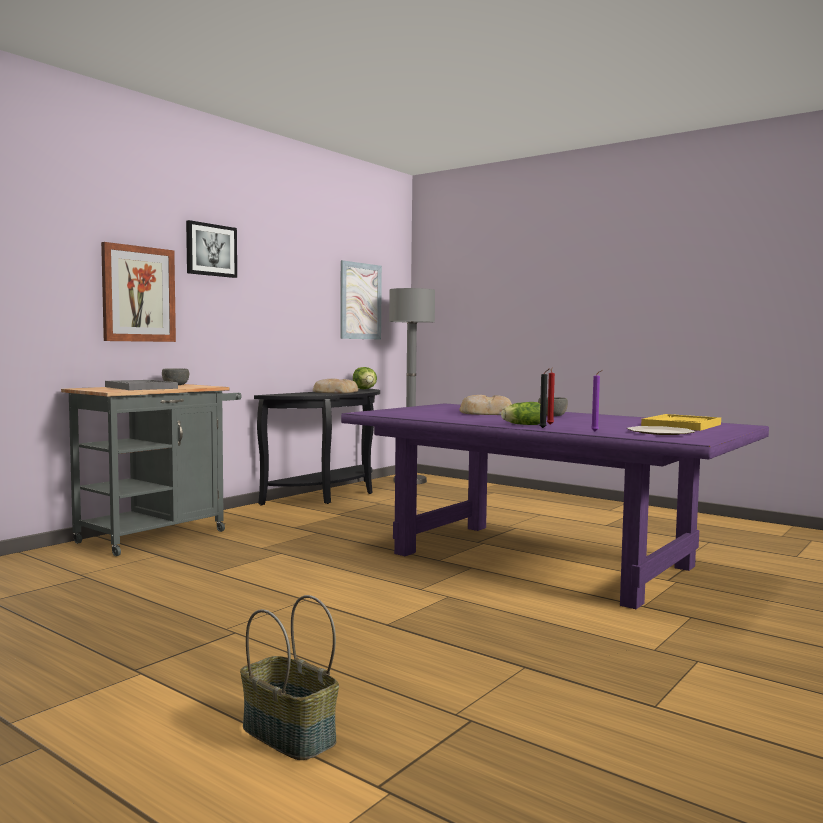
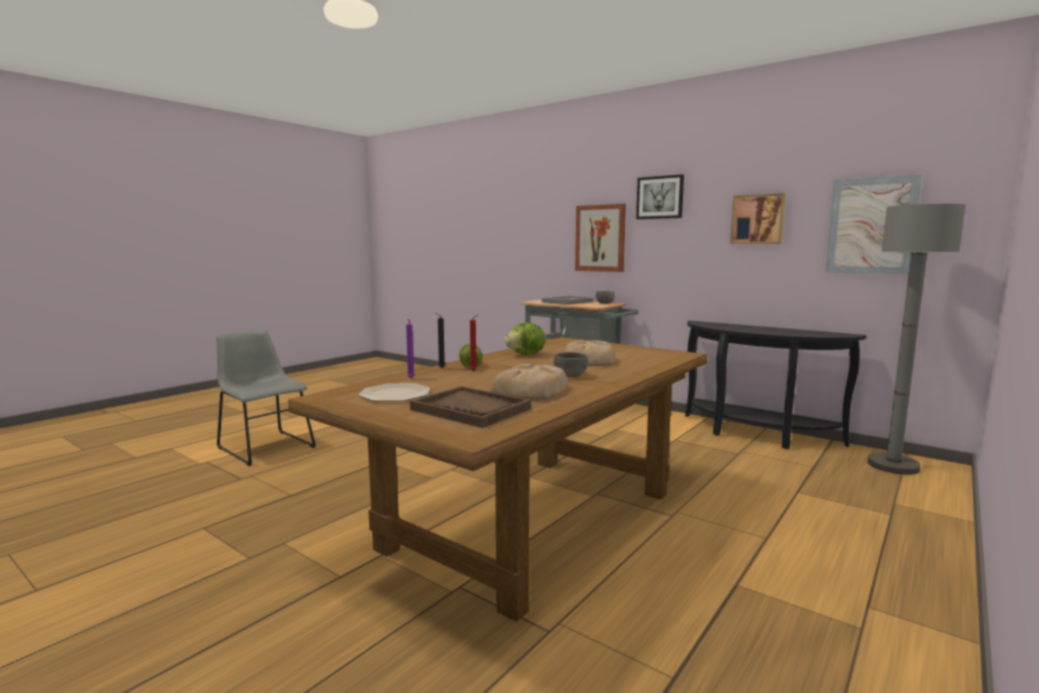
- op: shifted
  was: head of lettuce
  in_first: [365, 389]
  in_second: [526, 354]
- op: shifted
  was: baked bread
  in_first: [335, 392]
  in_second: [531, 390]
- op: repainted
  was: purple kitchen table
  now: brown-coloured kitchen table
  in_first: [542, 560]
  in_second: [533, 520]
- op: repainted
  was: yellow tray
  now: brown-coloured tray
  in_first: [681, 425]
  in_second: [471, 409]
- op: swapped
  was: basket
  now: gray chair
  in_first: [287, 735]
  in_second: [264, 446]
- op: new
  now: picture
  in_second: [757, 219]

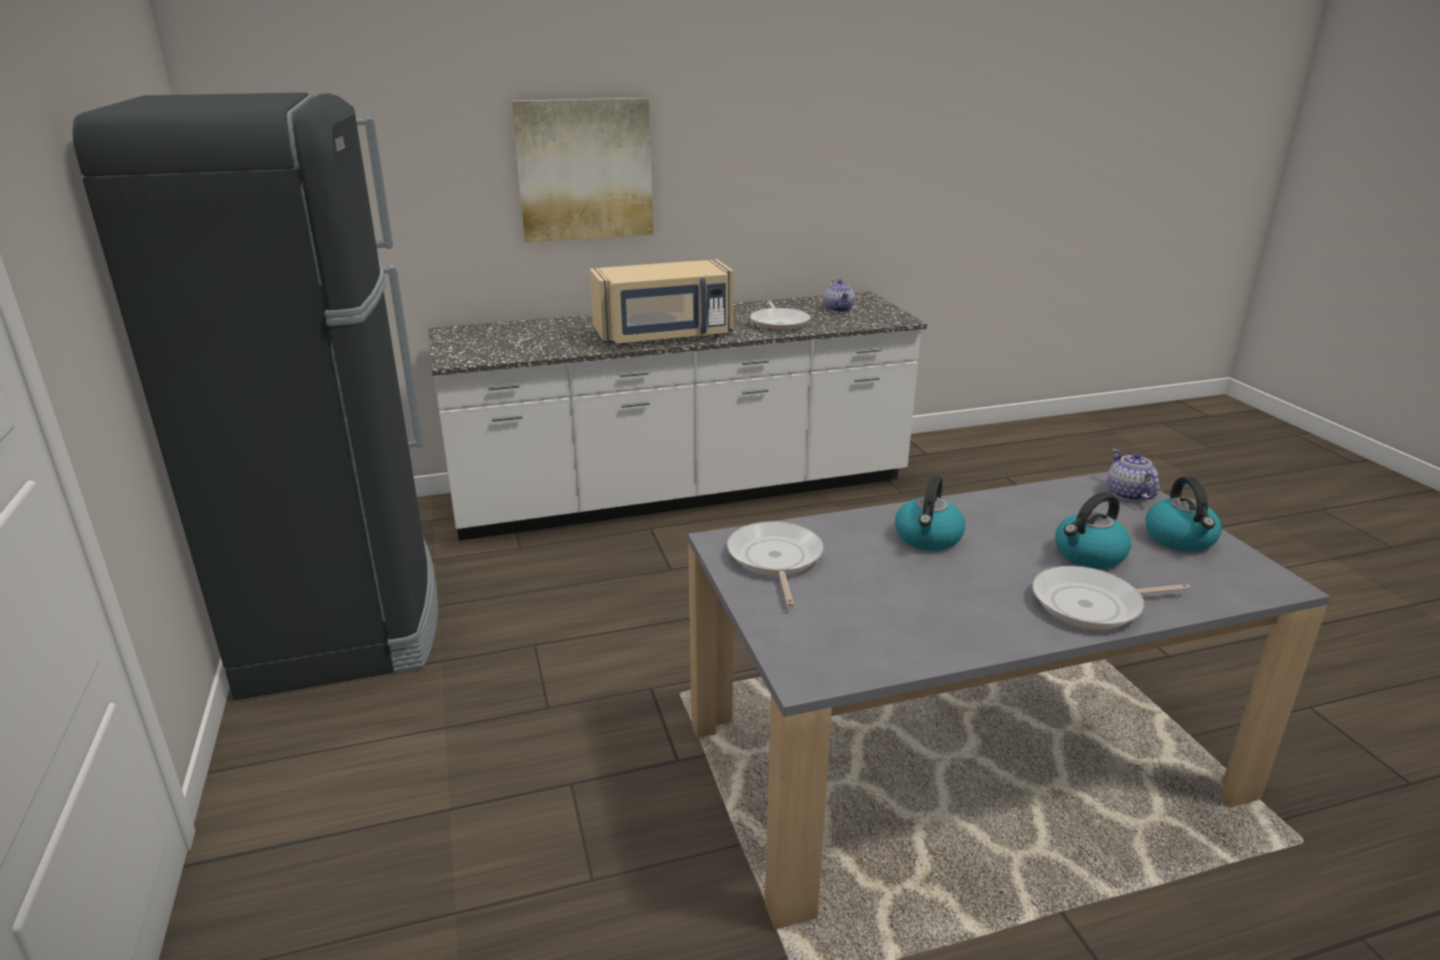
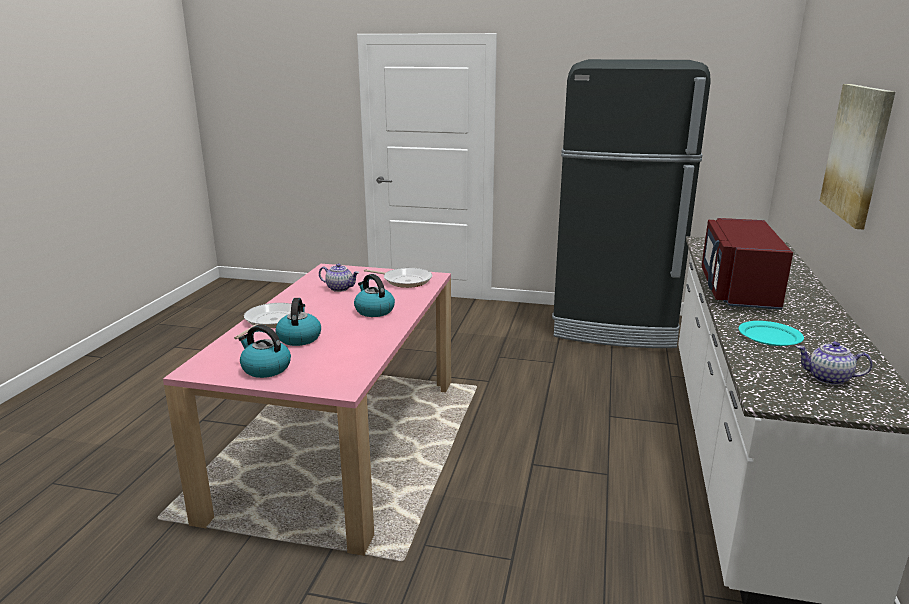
- op: repainted
  was: beige kitchen microwave
  now: red-coloured kitchen microwave
  in_first: [664, 336]
  in_second: [737, 290]
- op: swapped
  was: pan
  now: blue-green flat dish
  in_first: [779, 322]
  in_second: [770, 336]
- op: shifted
  was: pot for tea
  in_first: [1128, 494]
  in_second: [340, 288]
- op: repainted
  was: gray kitchen table
  now: pinkish kitchen table
  in_first: [962, 761]
  in_second: [341, 442]

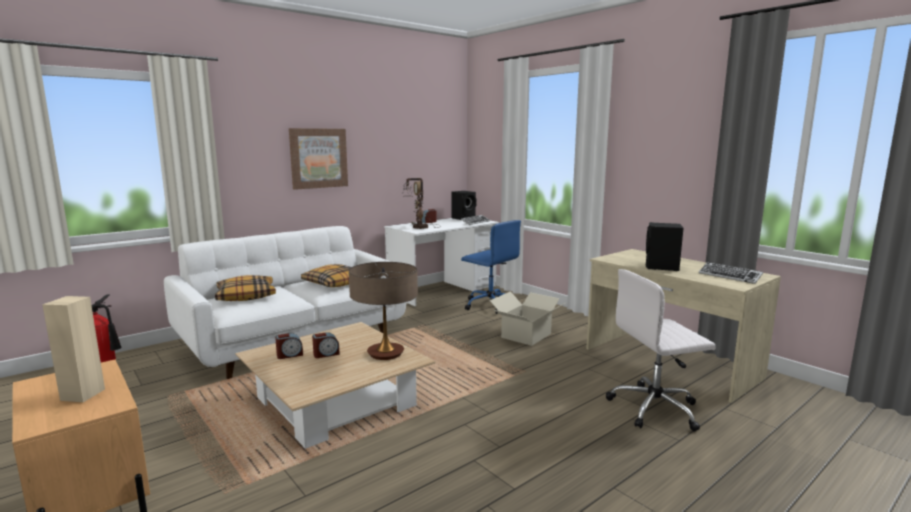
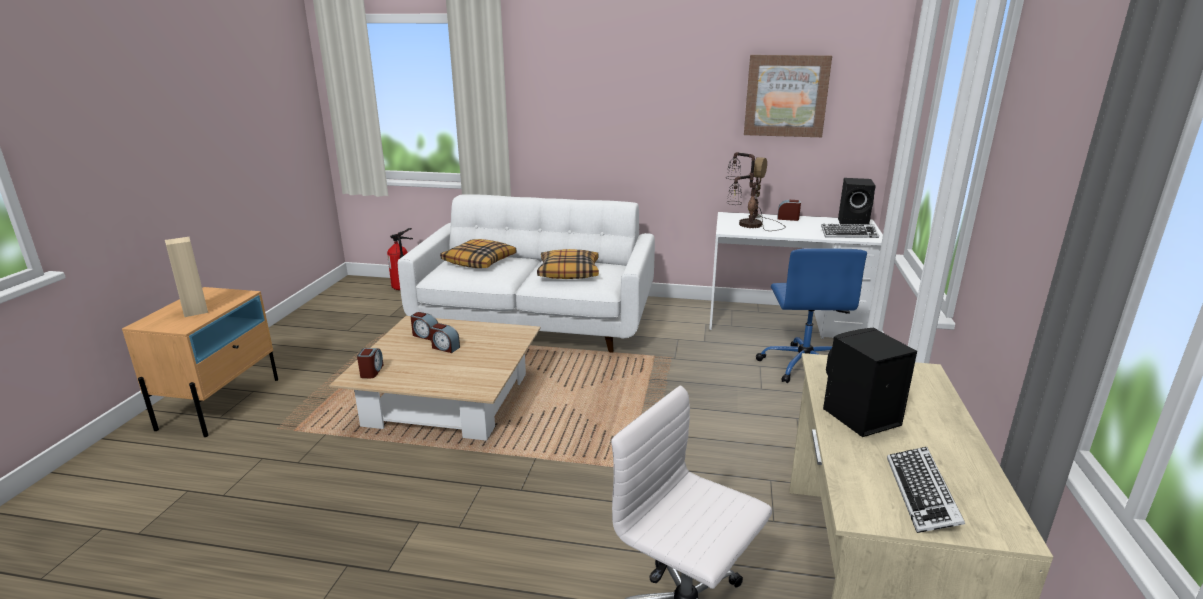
- op: shifted
  was: picture
  in_first: [318, 158]
  in_second: [786, 96]
- op: gone
  was: tabletop lamp
  in_first: [385, 353]
- op: gone
  was: carton
  in_first: [525, 335]
- op: new
  now: bedside clock
  in_second: [371, 371]

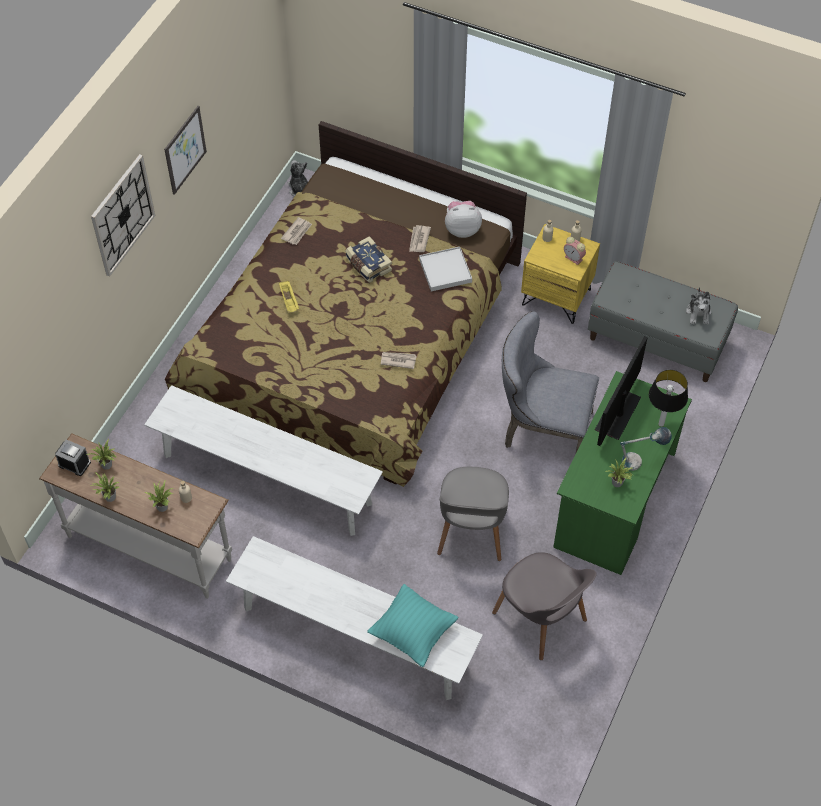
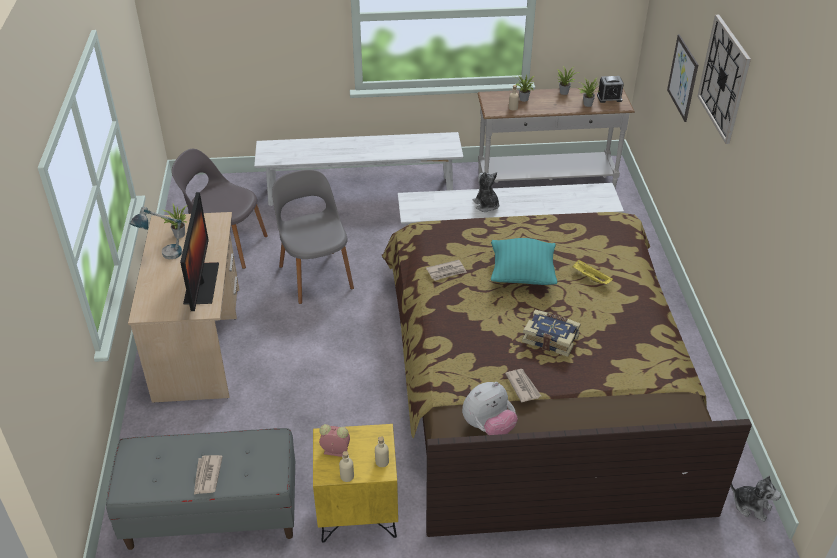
- op: shifted
  was: picture
  in_first: [185, 150]
  in_second: [682, 77]
- op: shifted
  was: printed paper
  in_first: [297, 232]
  in_second: [207, 476]
- op: gone
  was: white tray
  in_first: [445, 271]
- op: shifted
  was: soft toy
  in_first: [698, 313]
  in_second: [486, 205]
- op: gone
  was: gray chair
  in_first: [542, 430]
- op: gone
  was: tabletop lamp
  in_first: [660, 424]
- op: repainted
  was: green-coloured desk unit
  now: beige desk unit
  in_first: [614, 500]
  in_second: [198, 342]
- op: shifted
  was: blue-green throw pillow
  in_first: [413, 633]
  in_second: [522, 275]

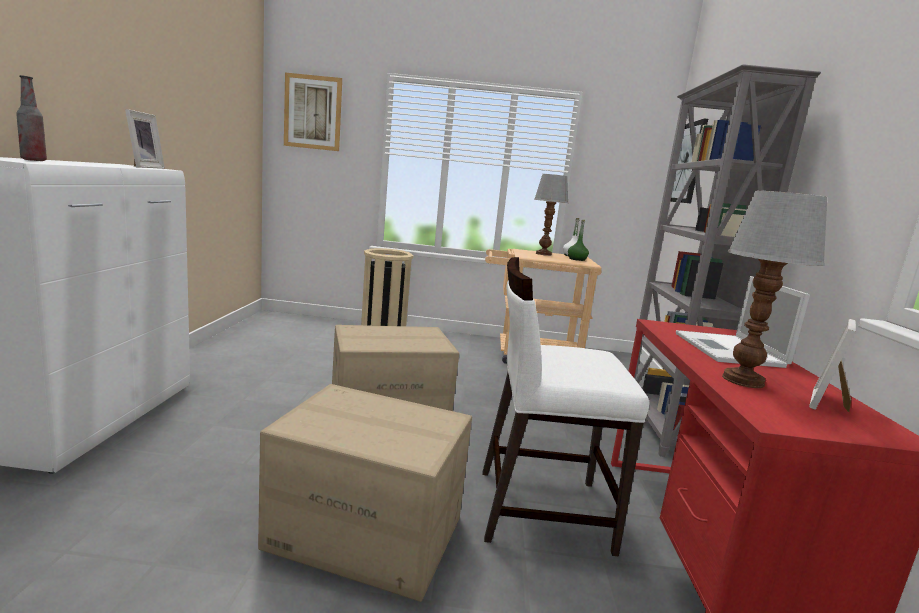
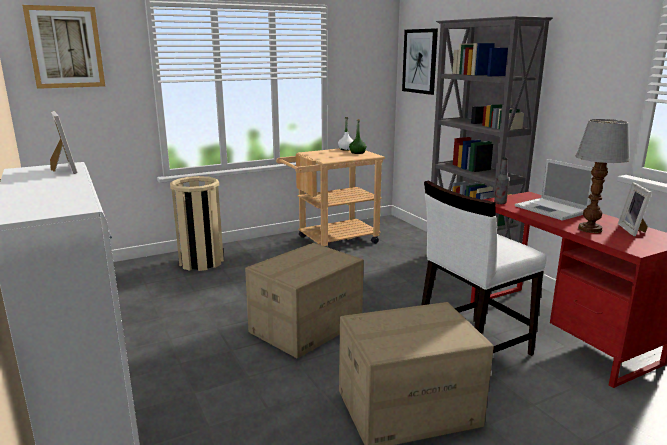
- op: shifted
  was: beverage bottle
  in_first: [33, 160]
  in_second: [500, 203]
- op: gone
  was: tabletop lamp
  in_first: [543, 254]

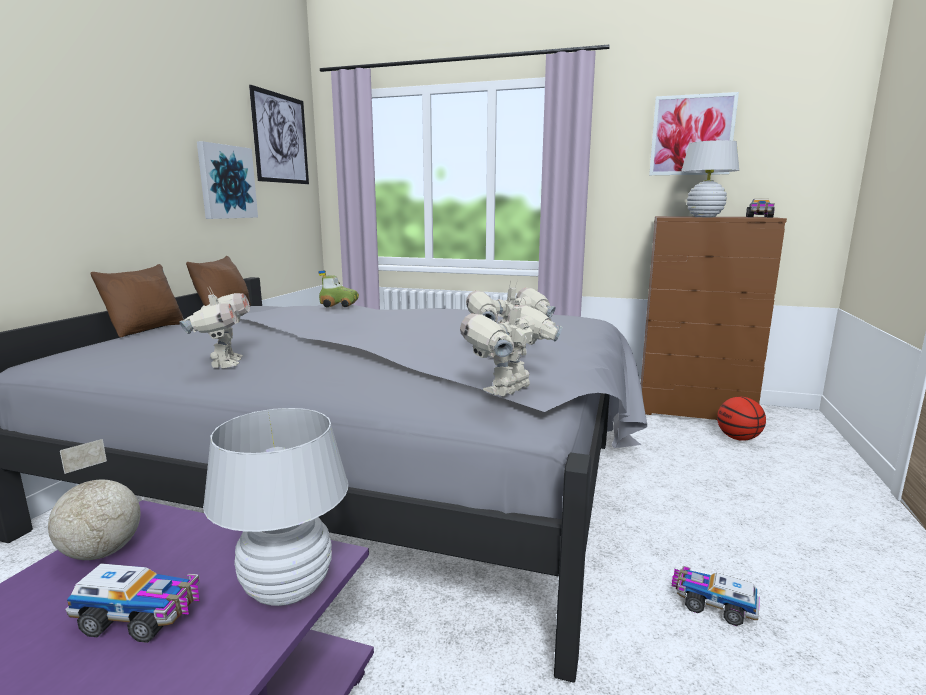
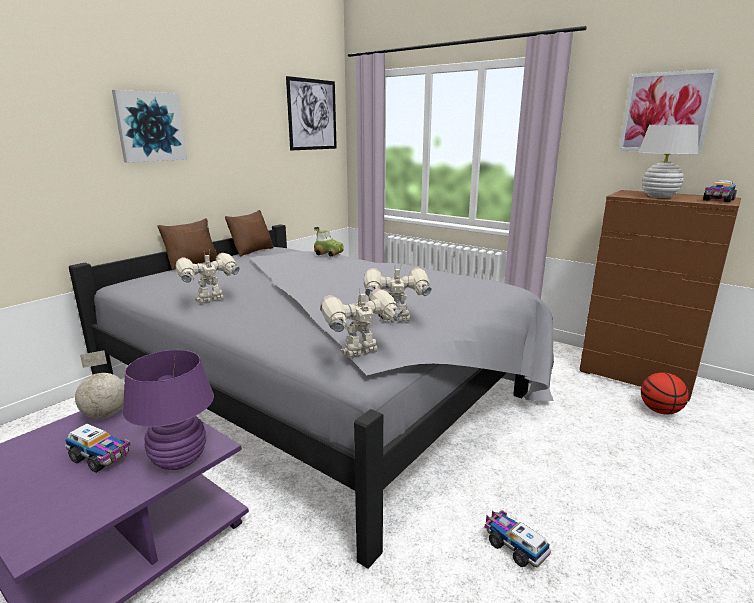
- op: shifted
  was: picture
  in_first: [226, 182]
  in_second: [150, 127]
- op: rotated
  was: toy robot
  in_first: [224, 364]
  in_second: [211, 301]
  clockwise: -135
- op: repainted
  was: white tabletop lamp
  now: purple tabletop lamp
  in_first: [287, 589]
  in_second: [179, 460]

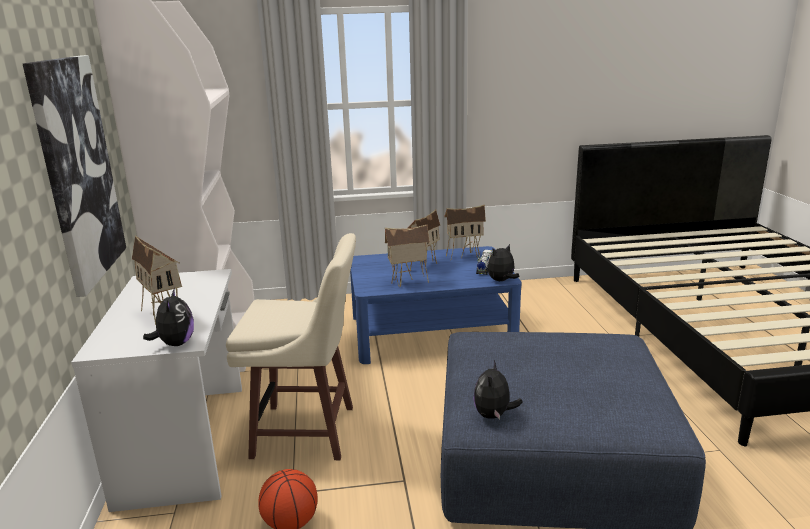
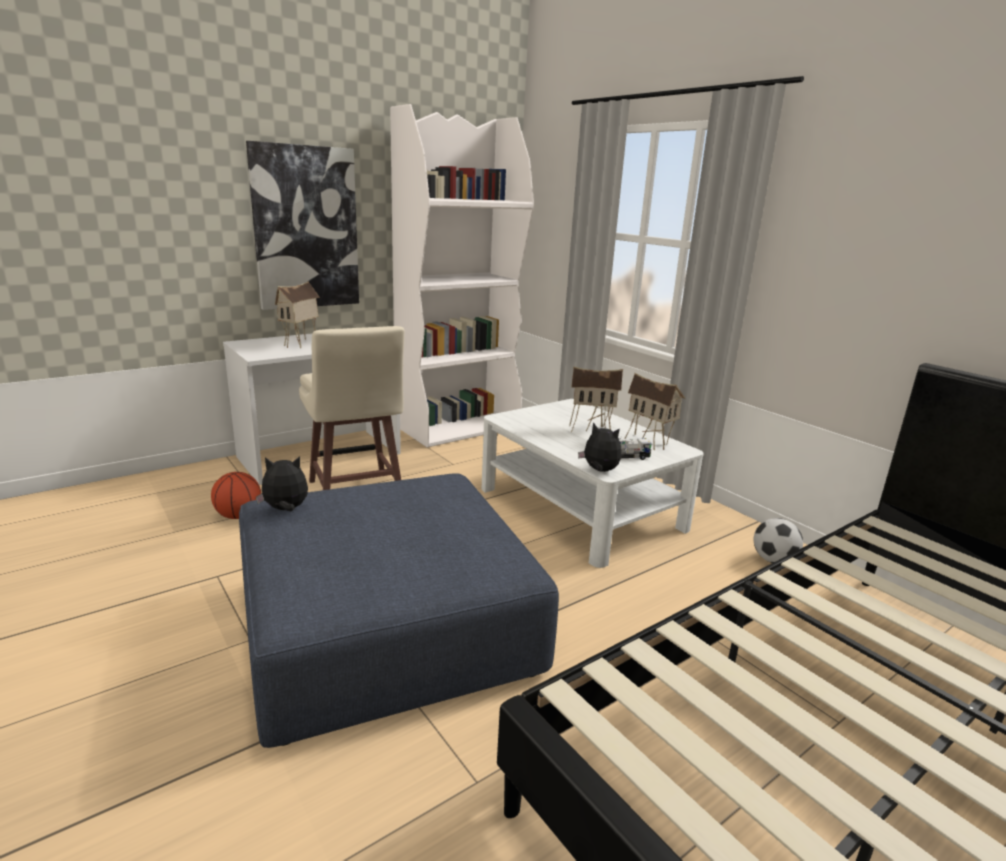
- op: gone
  was: model house
  in_first: [408, 282]
- op: repainted
  was: blue lounge table
  now: white lounge table
  in_first: [431, 332]
  in_second: [580, 508]
- op: gone
  was: soft toy
  in_first: [175, 344]
- op: new
  now: football ball
  in_second: [773, 560]

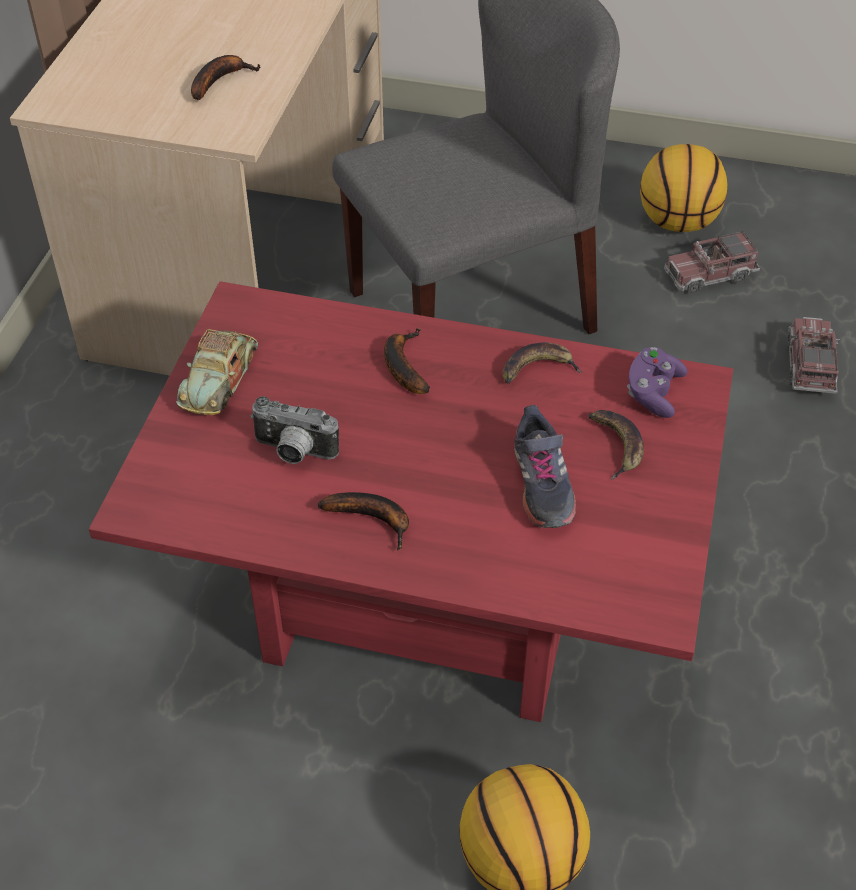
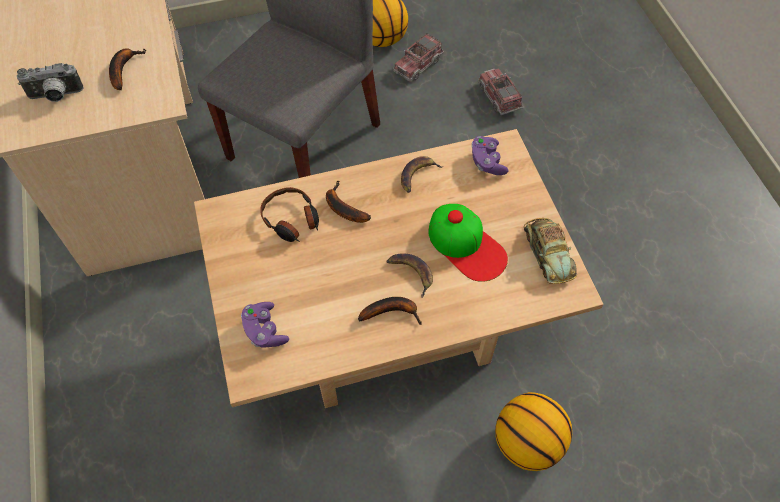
- op: repainted
  was: red-coloured lounge table
  now: beige lounge table
  in_first: [428, 598]
  in_second: [390, 324]
- op: shifted
  was: miniature car
  in_first: [219, 379]
  in_second: [548, 253]
- op: shifted
  was: still camera
  in_first: [293, 452]
  in_second: [56, 96]
- op: swapped
  was: gray item of footwear
  now: cap
  in_first: [541, 484]
  in_second: [466, 245]
- op: shifted
  was: whole banana
  in_first: [615, 444]
  in_second: [411, 273]
- op: new
  now: headphones
  in_second: [292, 220]
- op: new
  now: purple joypad
  in_second: [265, 331]

